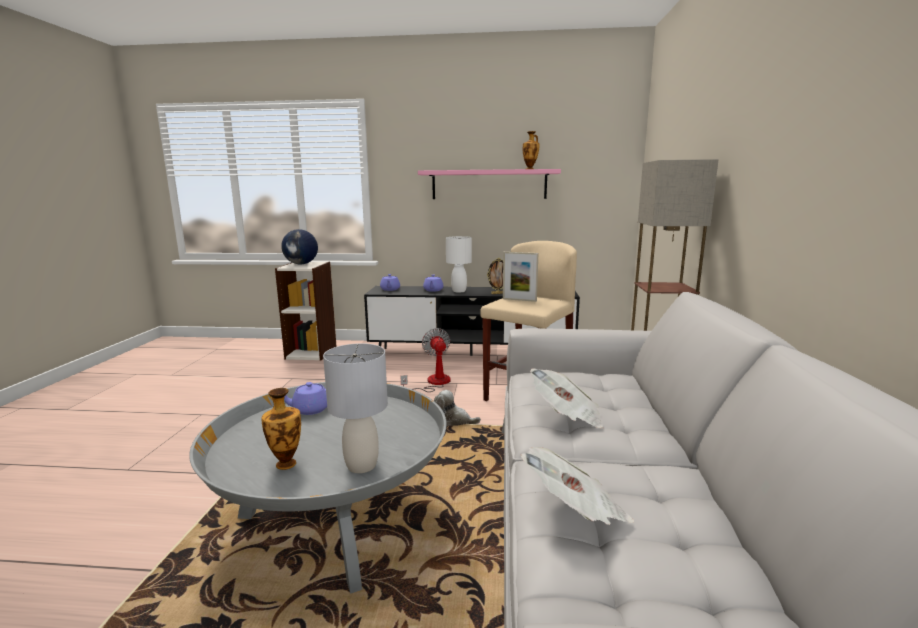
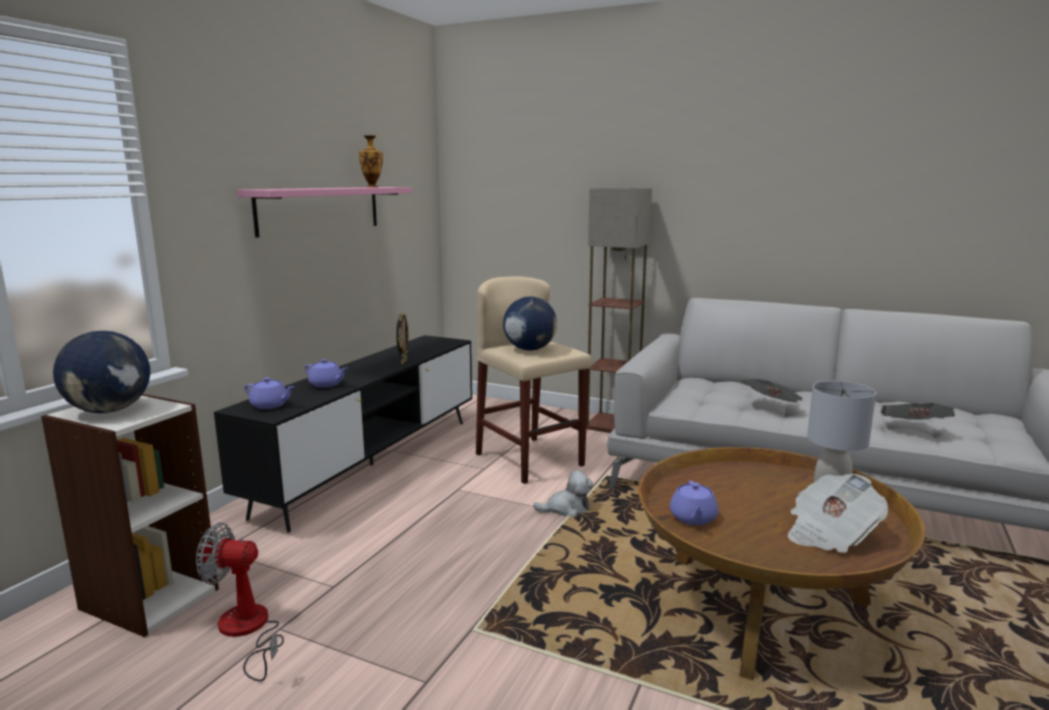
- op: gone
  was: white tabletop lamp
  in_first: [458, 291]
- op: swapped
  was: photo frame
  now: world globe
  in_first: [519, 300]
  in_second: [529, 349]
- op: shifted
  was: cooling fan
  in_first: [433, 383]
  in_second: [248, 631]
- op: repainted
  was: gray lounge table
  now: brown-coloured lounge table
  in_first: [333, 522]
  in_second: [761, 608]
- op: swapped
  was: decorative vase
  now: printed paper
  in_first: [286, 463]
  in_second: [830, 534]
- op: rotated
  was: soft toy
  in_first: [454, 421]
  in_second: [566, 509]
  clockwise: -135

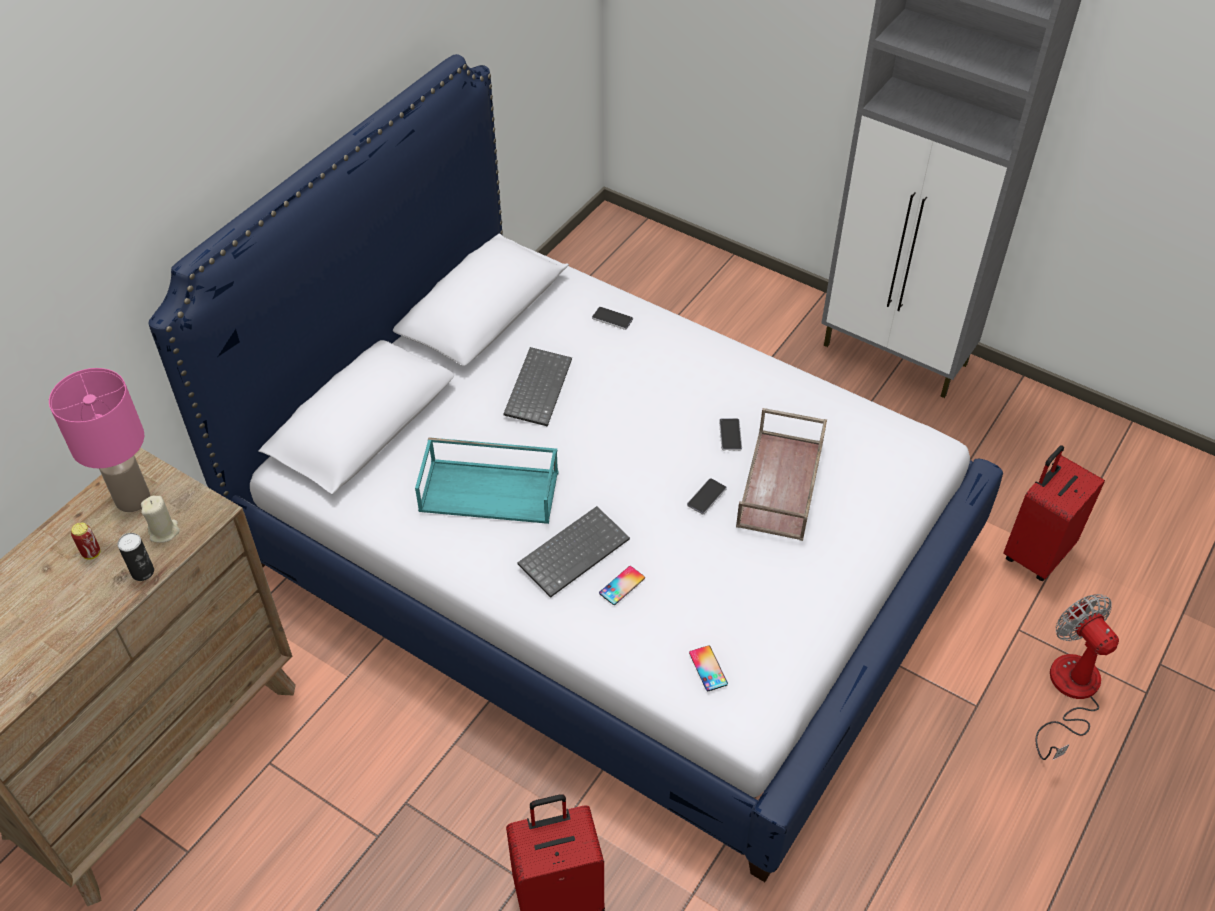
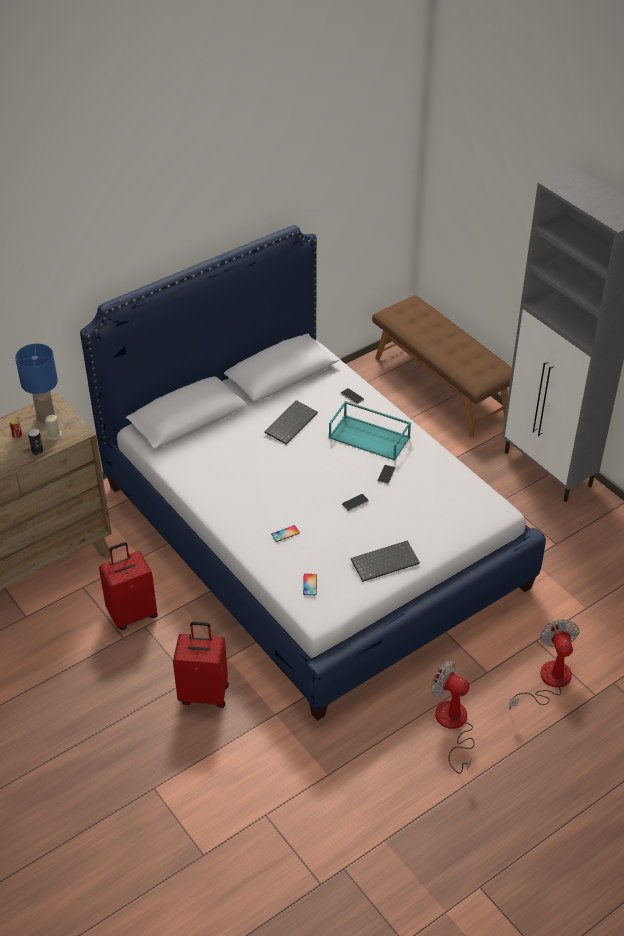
- op: repainted
  was: pinkish tabletop lamp
  now: blue tabletop lamp
  in_first: [133, 498]
  in_second: [46, 416]
- op: gone
  was: brown-coloured tray
  in_first: [781, 485]
- op: shifted
  was: blue-green tray
  in_first: [491, 490]
  in_second: [370, 437]
- op: shifted
  was: red-coloured piece of luggage
  in_first: [1036, 553]
  in_second: [132, 614]
- op: shifted
  was: keyboard
  in_first: [574, 551]
  in_second: [385, 561]
- op: new
  now: brown-coloured bench
  in_second: [441, 386]
- op: new
  now: cooling fan
  in_second: [453, 726]

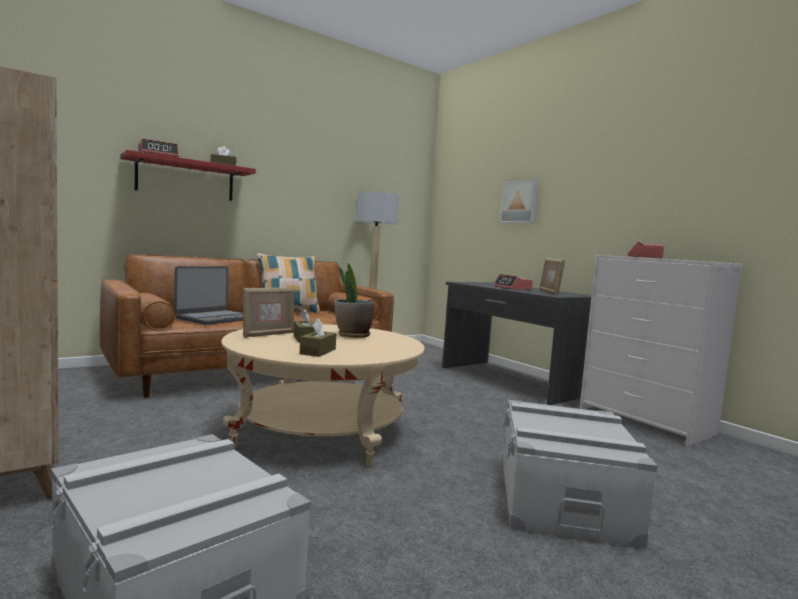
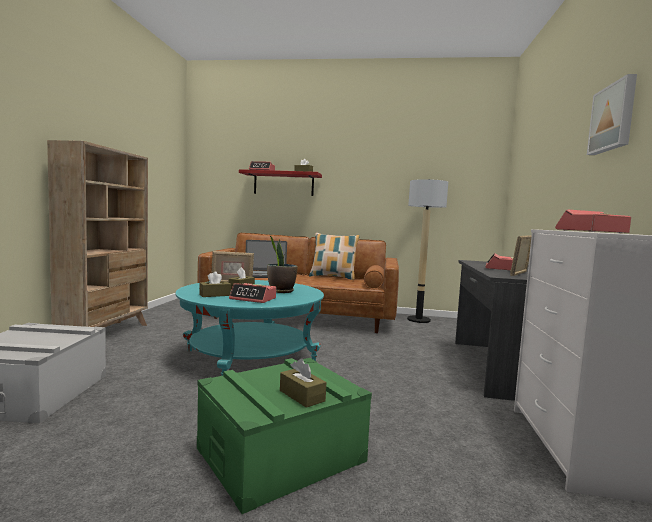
- op: shifted
  was: picture
  in_first: [520, 202]
  in_second: [614, 118]
- op: repainted
  was: beige lounge table
  now: blue-green lounge table
  in_first: [321, 430]
  in_second: [250, 357]
- op: repainted
  was: gray storage box
  now: green-coloured storage box
  in_first: [563, 499]
  in_second: [281, 455]
- op: new
  now: bedside clock
  in_second: [253, 299]
- op: new
  now: brown-coloured box of tissues
  in_second: [302, 396]

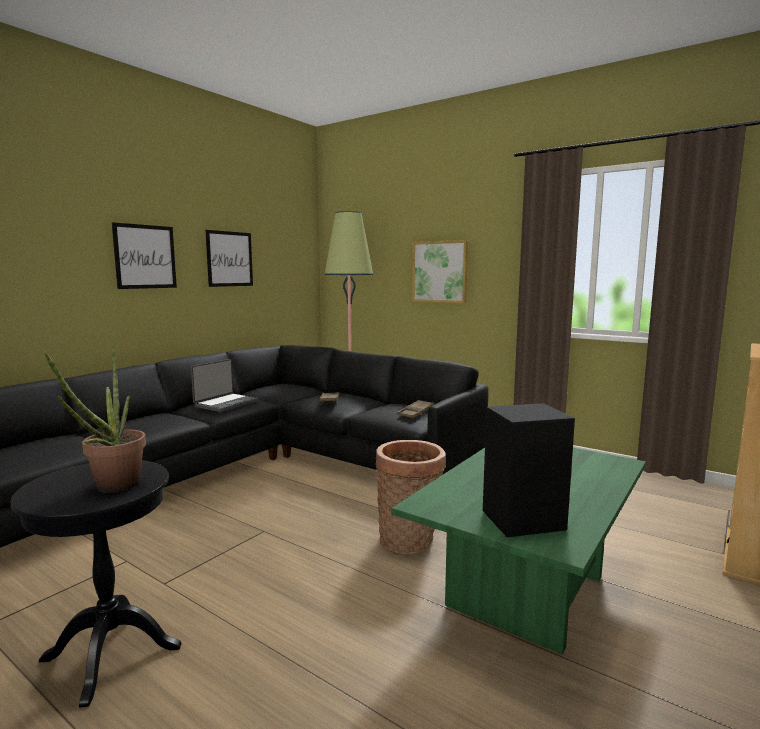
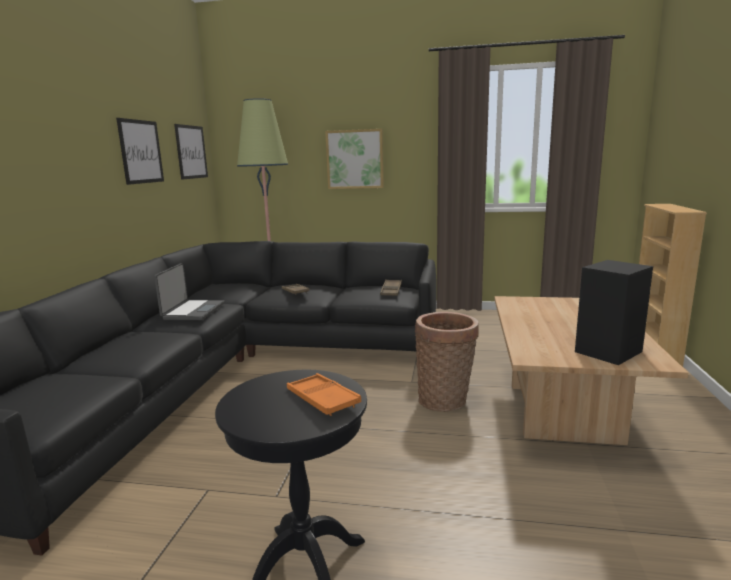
- op: shifted
  was: picture
  in_first: [145, 256]
  in_second: [191, 152]
- op: swapped
  was: potted plant
  now: orangey tray
  in_first: [111, 488]
  in_second: [322, 399]
- op: repainted
  was: green-coloured lounge table
  now: beige lounge table
  in_first: [526, 590]
  in_second: [562, 412]

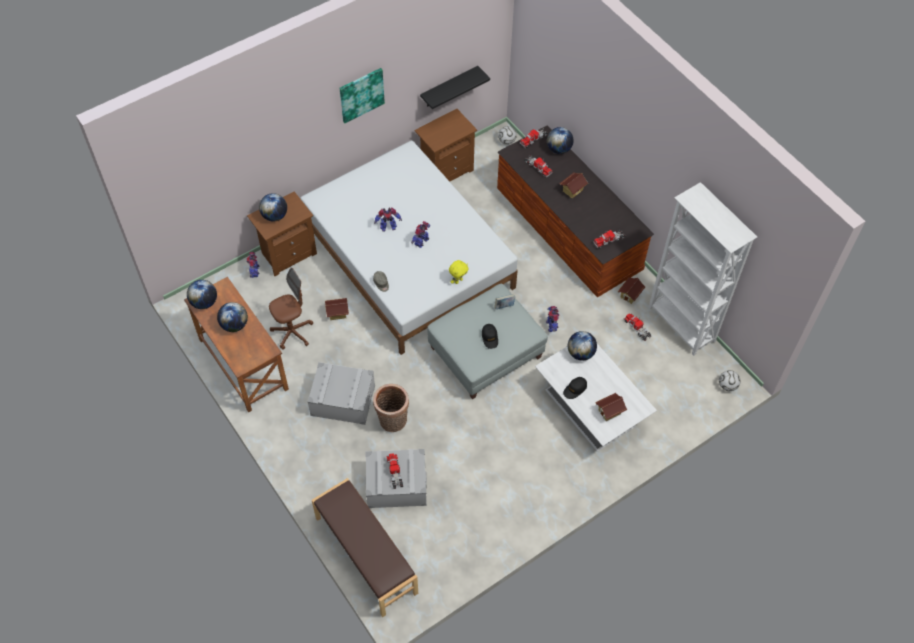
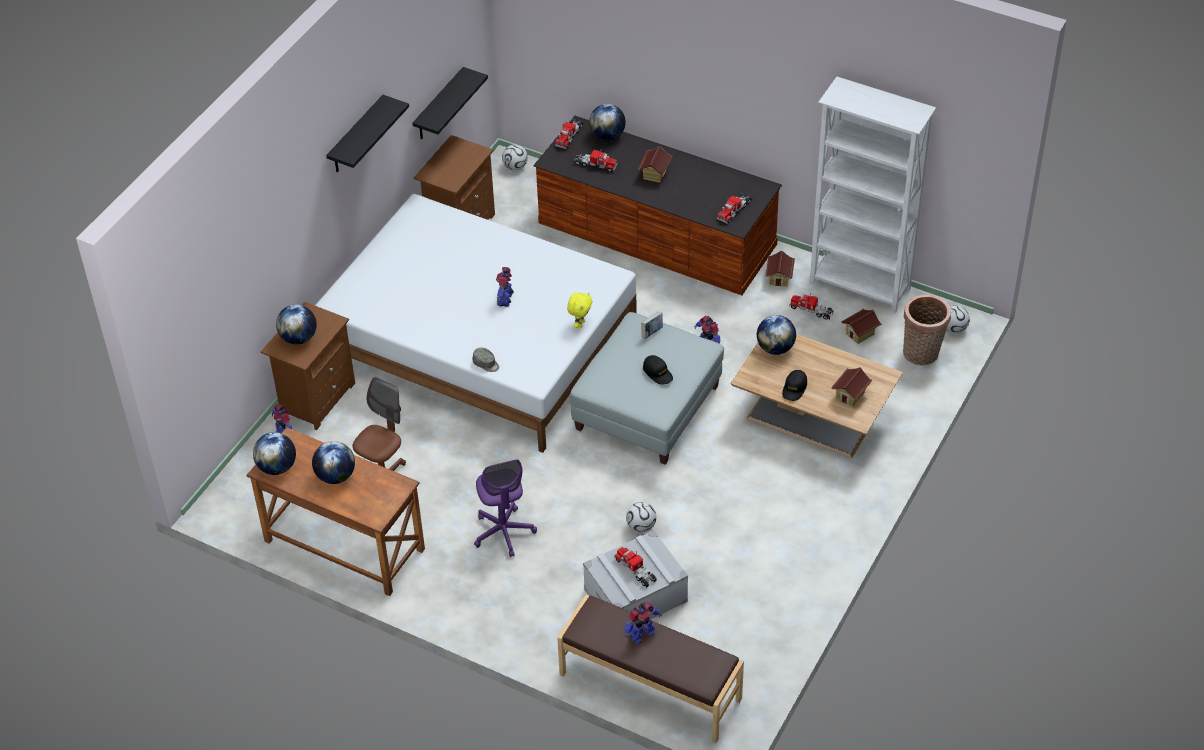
- op: swapped
  was: picture
  now: black-coloured shelf
  in_first: [361, 94]
  in_second: [356, 136]
- op: shifted
  was: toy robot
  in_first: [388, 227]
  in_second: [641, 634]
- op: shifted
  was: model house
  in_first: [337, 314]
  in_second: [860, 334]
- op: repainted
  was: white lounge table
  now: brown-coloured lounge table
  in_first: [591, 409]
  in_second: [814, 416]
- op: swapped
  was: gray storage box
  now: purple computer chair
  in_first: [342, 400]
  in_second: [504, 532]
- op: shifted
  was: basket
  in_first: [392, 422]
  in_second: [922, 354]
- op: new
  now: football ball
  in_second: [641, 526]

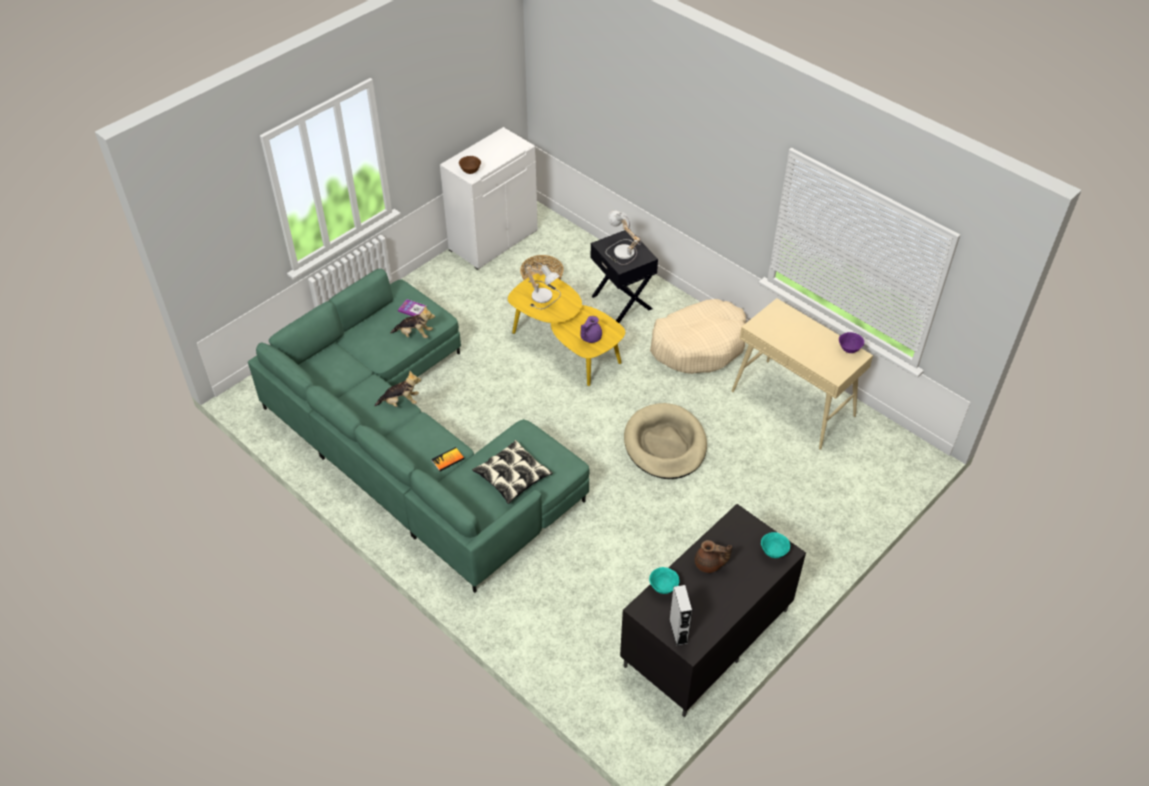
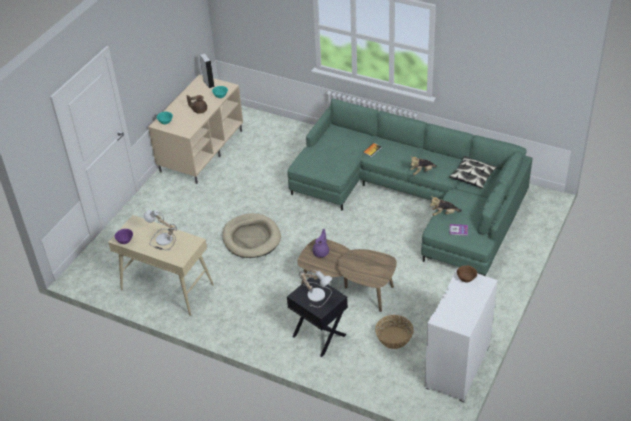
- op: shifted
  was: tabletop lamp
  in_first: [544, 295]
  in_second: [162, 240]
- op: repainted
  was: yellow lounge table
  now: brown-coloured lounge table
  in_first: [565, 346]
  in_second: [348, 287]
- op: gone
  was: beige dog cushion
  in_first: [699, 345]
- op: shifted
  was: throw pillow
  in_first: [512, 477]
  in_second: [472, 176]
- op: repainted
  was: black-coloured tv stand
  now: beige tv stand
  in_first: [706, 640]
  in_second: [201, 150]

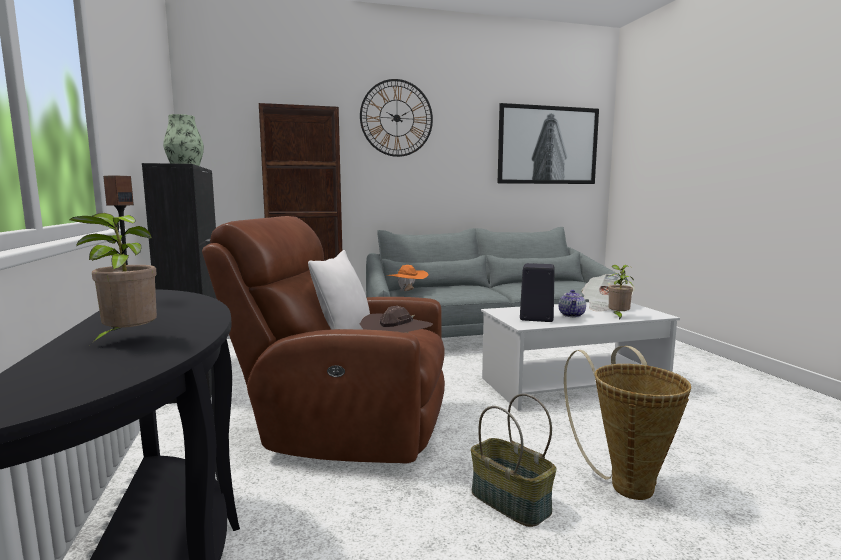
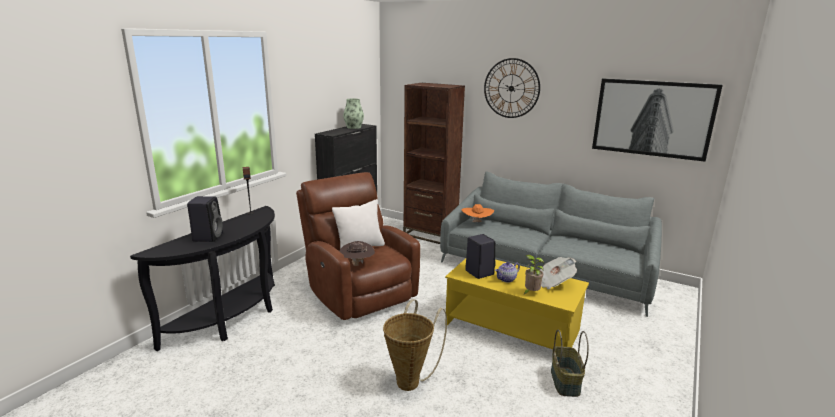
- op: swapped
  was: potted plant
  now: black-coloured audio speaker
  in_first: [127, 341]
  in_second: [208, 237]
- op: repainted
  was: white lounge table
  now: yellow lounge table
  in_first: [574, 384]
  in_second: [512, 327]
- op: shifted
  was: basket
  in_first: [509, 502]
  in_second: [564, 381]

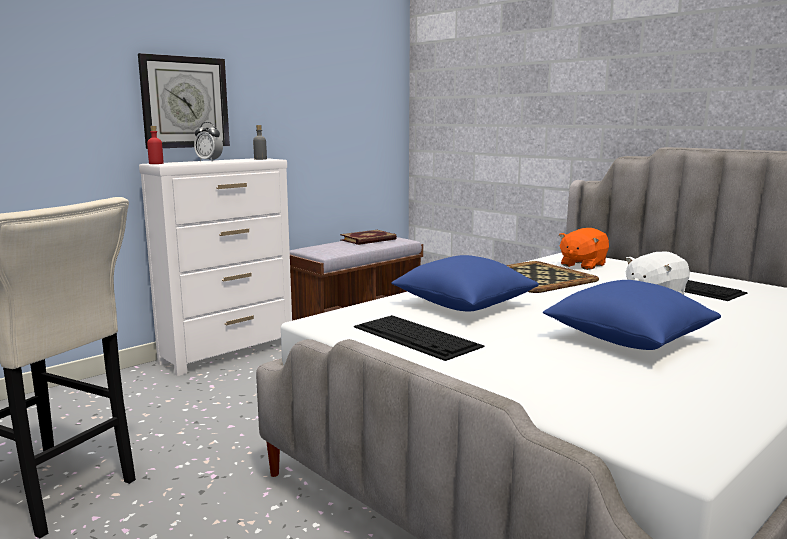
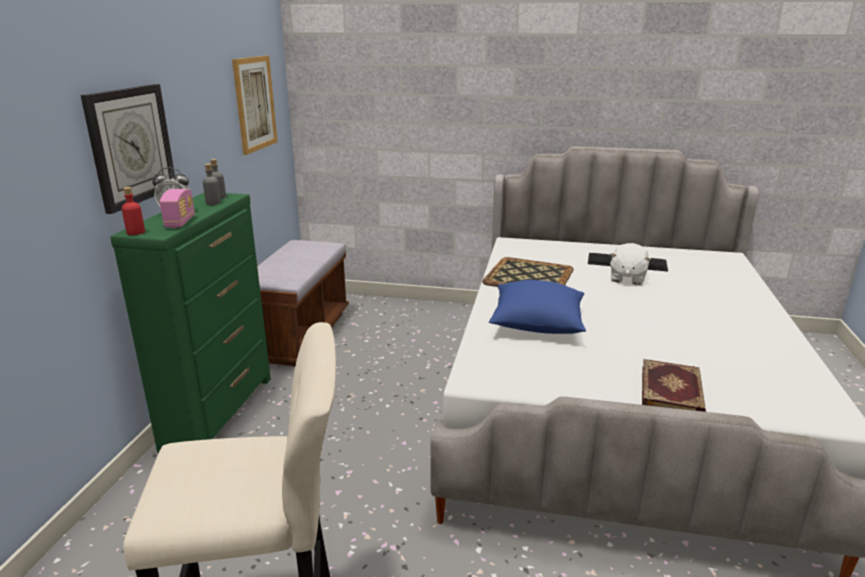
- op: repainted
  was: white chest of drawers
  now: green-coloured chest of drawers
  in_first: [229, 353]
  in_second: [220, 411]
- op: gone
  was: orangey soft toy
  in_first: [582, 265]
- op: shifted
  was: bound book
  in_first: [368, 240]
  in_second: [673, 391]
- op: gone
  was: blue throw pillow
  in_first: [628, 340]
- op: gone
  was: keyboard
  in_first: [417, 336]
- op: new
  now: picture
  in_second: [255, 104]
- op: new
  now: gray beverage bottle
  in_second: [213, 203]
- op: new
  now: radio set
  in_second: [180, 222]

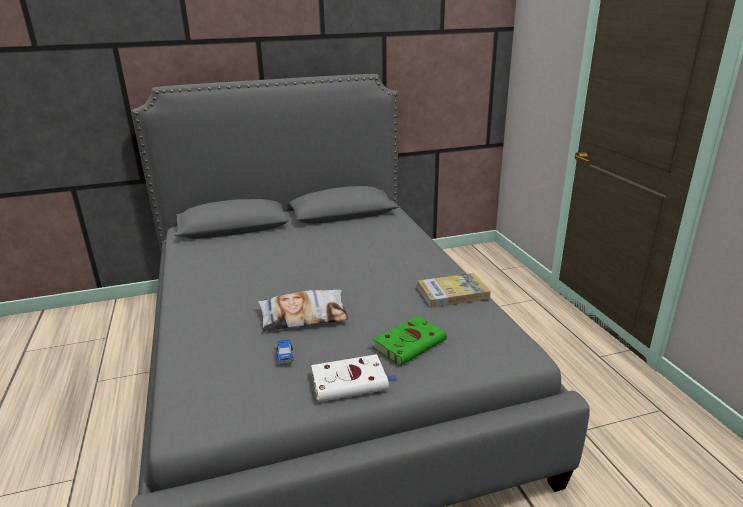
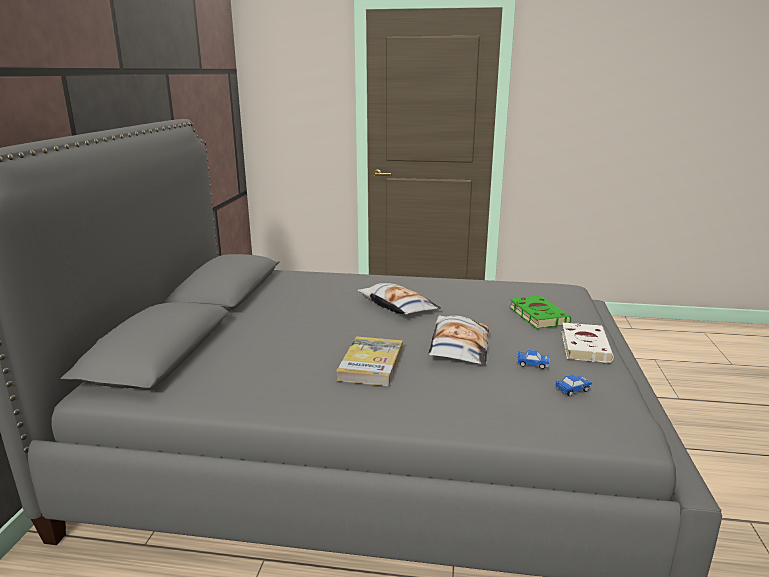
- op: shifted
  was: bound book
  in_first: [453, 293]
  in_second: [371, 364]
- op: new
  now: throw pillow
  in_second: [397, 306]
- op: new
  now: miniature car
  in_second: [572, 390]

